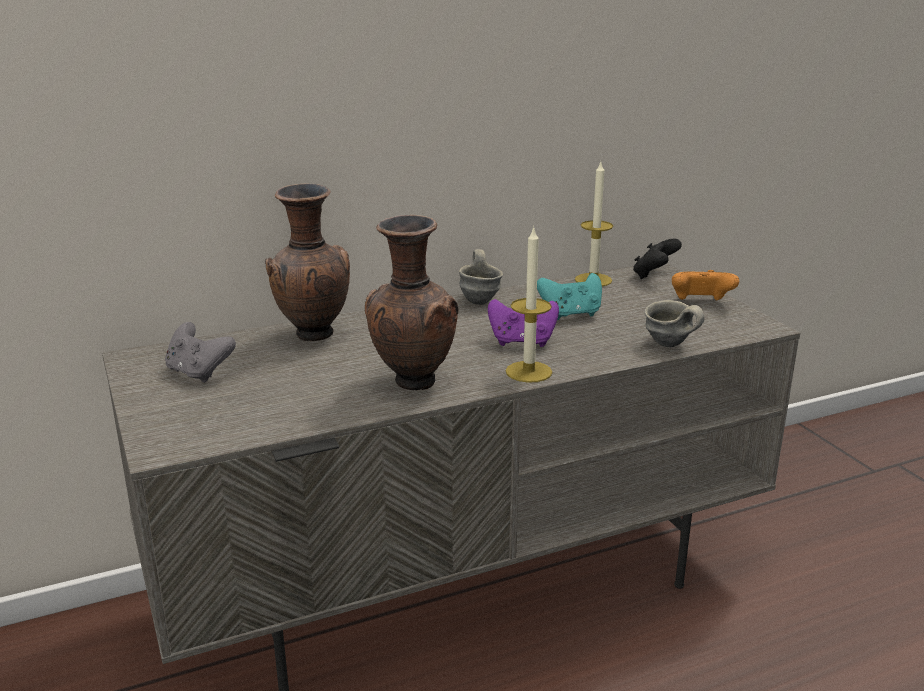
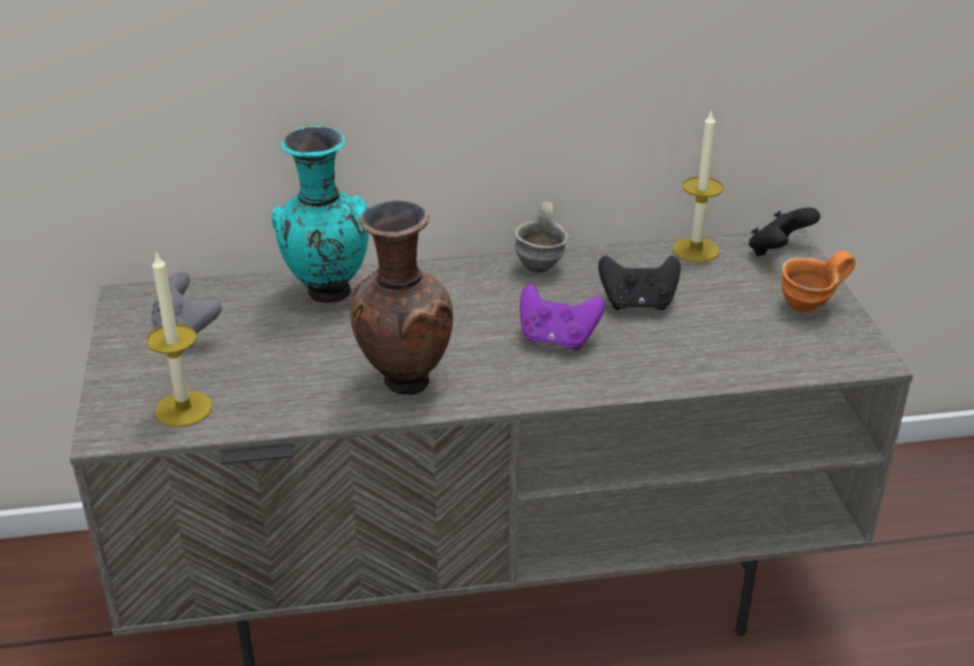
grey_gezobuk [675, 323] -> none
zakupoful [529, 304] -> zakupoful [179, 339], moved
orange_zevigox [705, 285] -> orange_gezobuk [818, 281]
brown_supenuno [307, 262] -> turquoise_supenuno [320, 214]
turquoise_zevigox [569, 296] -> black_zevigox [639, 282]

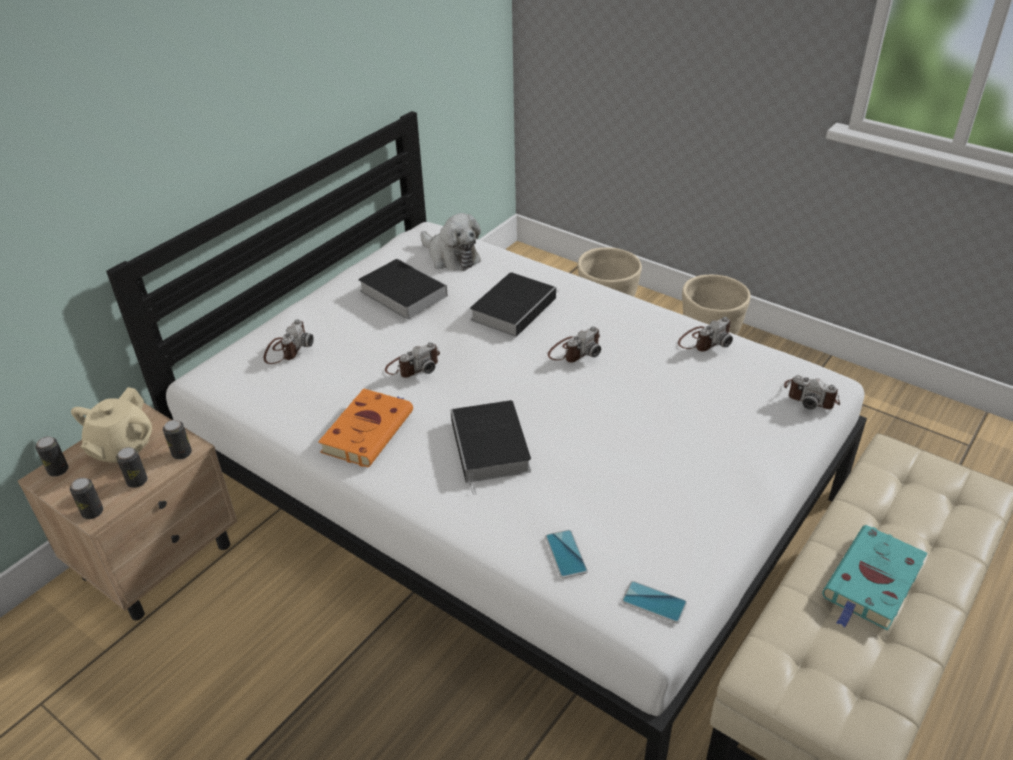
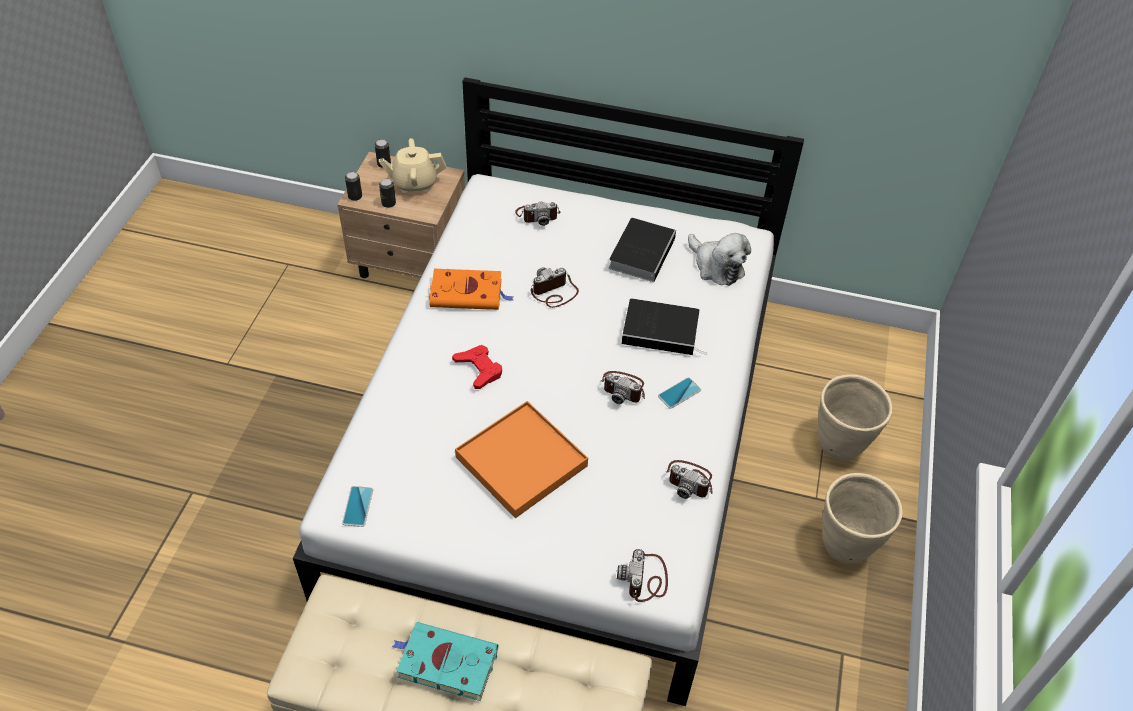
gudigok [177, 439] -> none
none -> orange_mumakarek [521, 459]
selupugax [566, 554] -> selupugax [679, 393], moved
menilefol [491, 447] -> red_zevigox [477, 367]
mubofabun [412, 360] -> mubofabun [555, 287], 120 degrees clockwise
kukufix [450, 242] -> kukufix [719, 259], 60 degrees counterclockwise

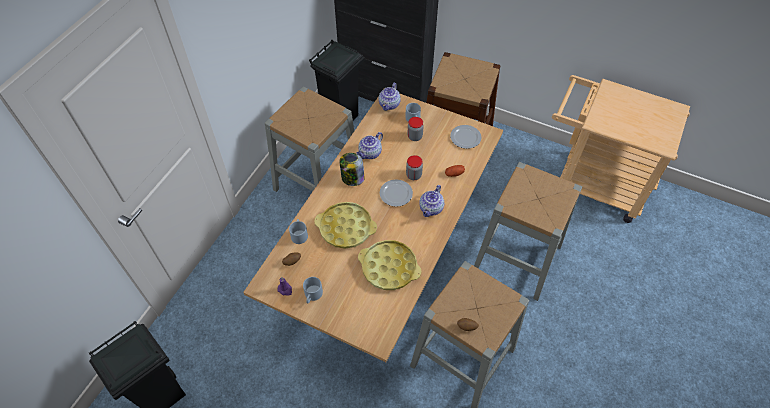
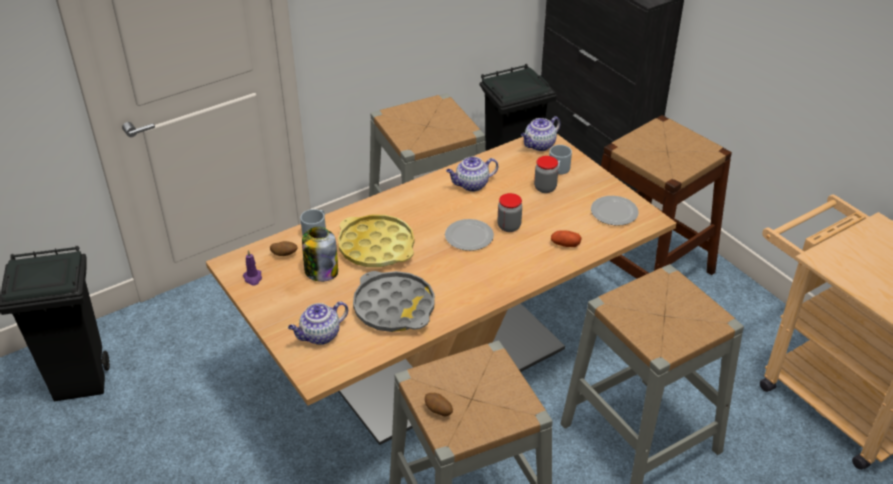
grey_gezobuk [313, 290] -> none
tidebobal [352, 169] -> tidebobal [320, 254], moved
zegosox [431, 201] -> zegosox [318, 323], moved
yellow_mumakarek [390, 265] -> grey_mumakarek [394, 301]

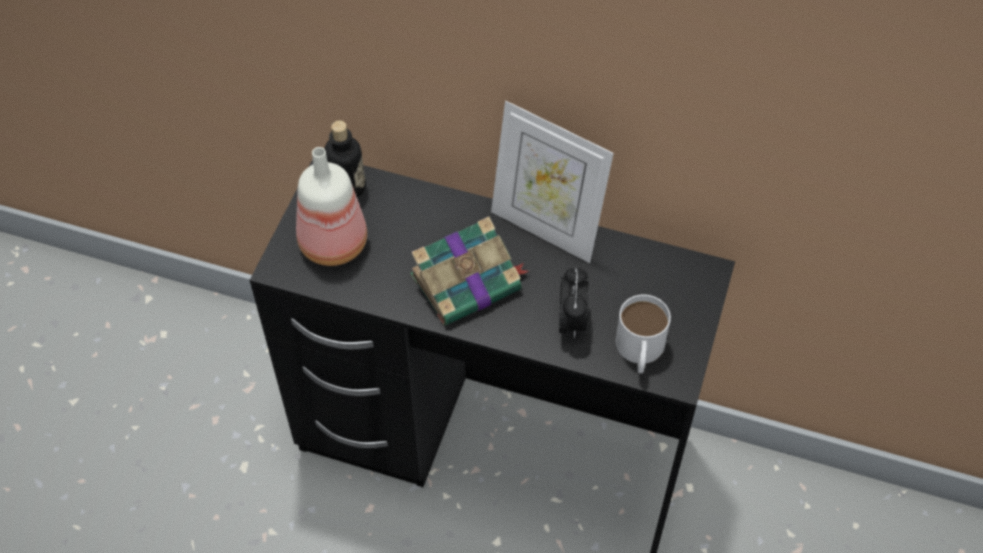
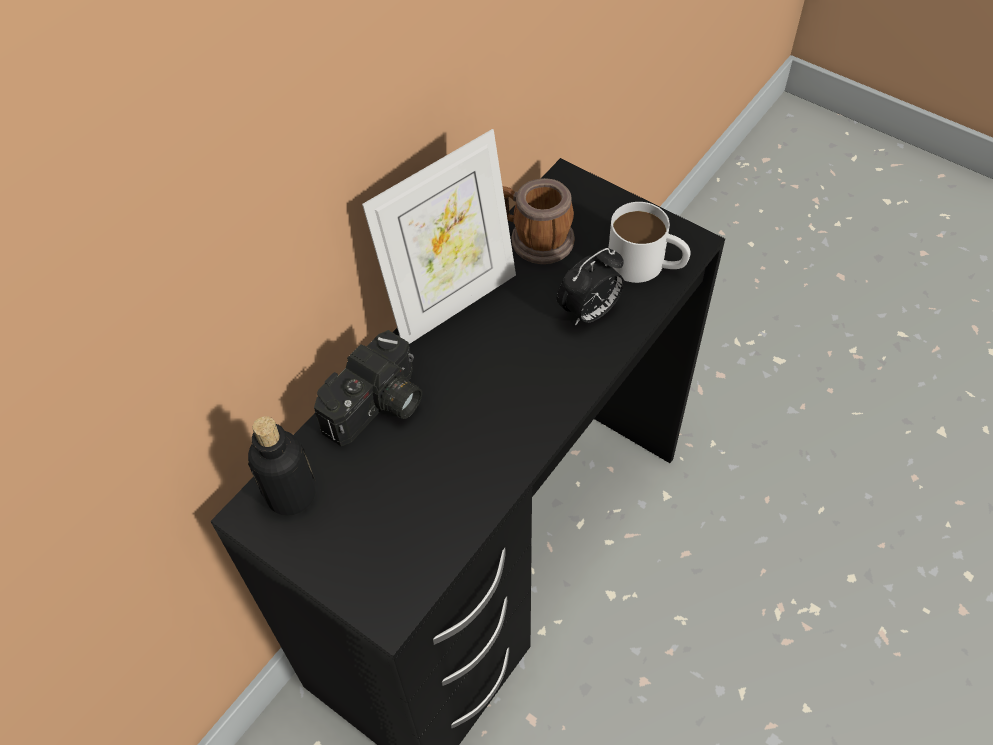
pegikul [331, 206] -> none
menilefol [469, 270] -> none
none -> mubofabun [368, 388]
none -> gezobuk [538, 221]
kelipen [574, 303] -> kelipen [590, 287], 120 degrees clockwise

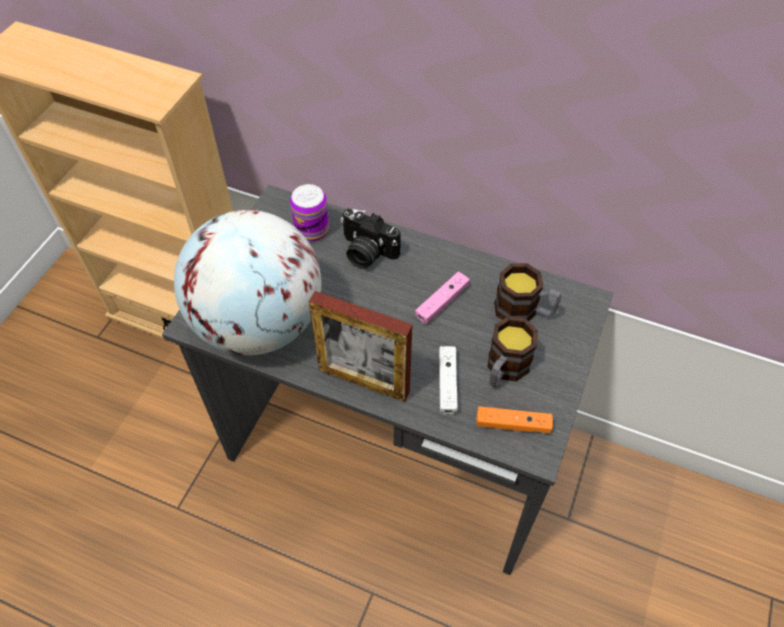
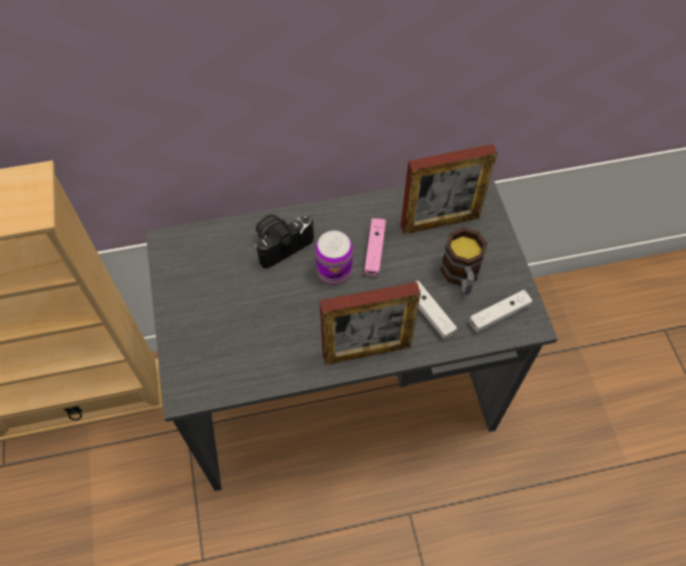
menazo [248, 282] -> none
gudigok [309, 213] -> gudigok [334, 258], moved
gezobuk [527, 292] -> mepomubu [449, 189]
orange_zevigox [514, 419] -> white_zevigox [500, 311]
mubofabun [371, 238] -> mubofabun [284, 241], 150 degrees clockwise

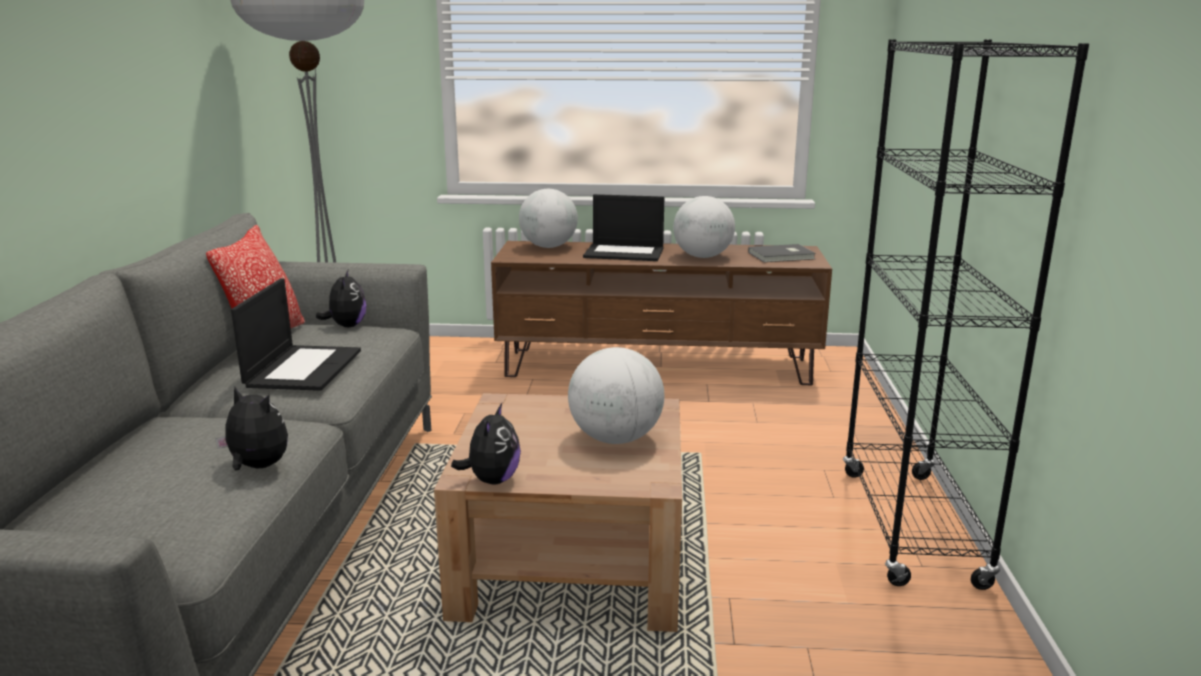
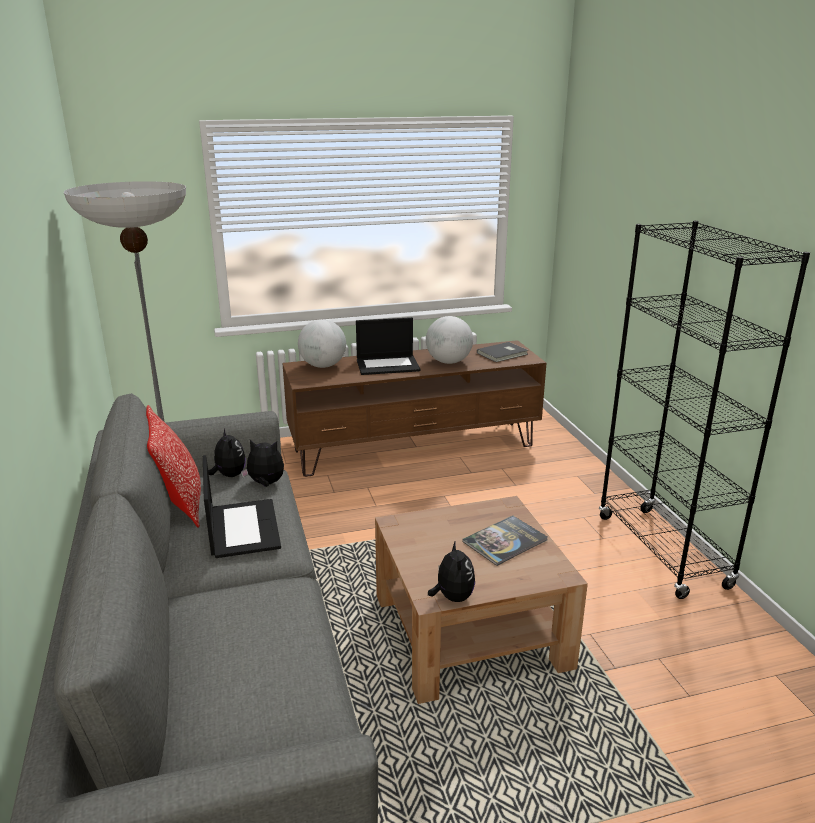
kukufix [251, 429] -> kukufix [262, 463], moved
menazo [616, 395] -> menilefol [505, 540]

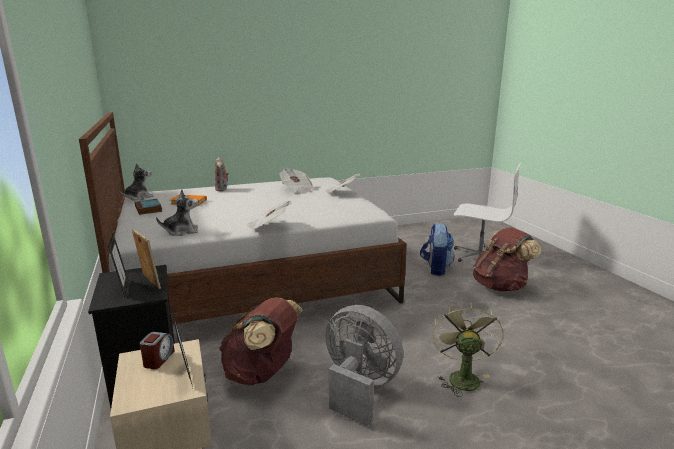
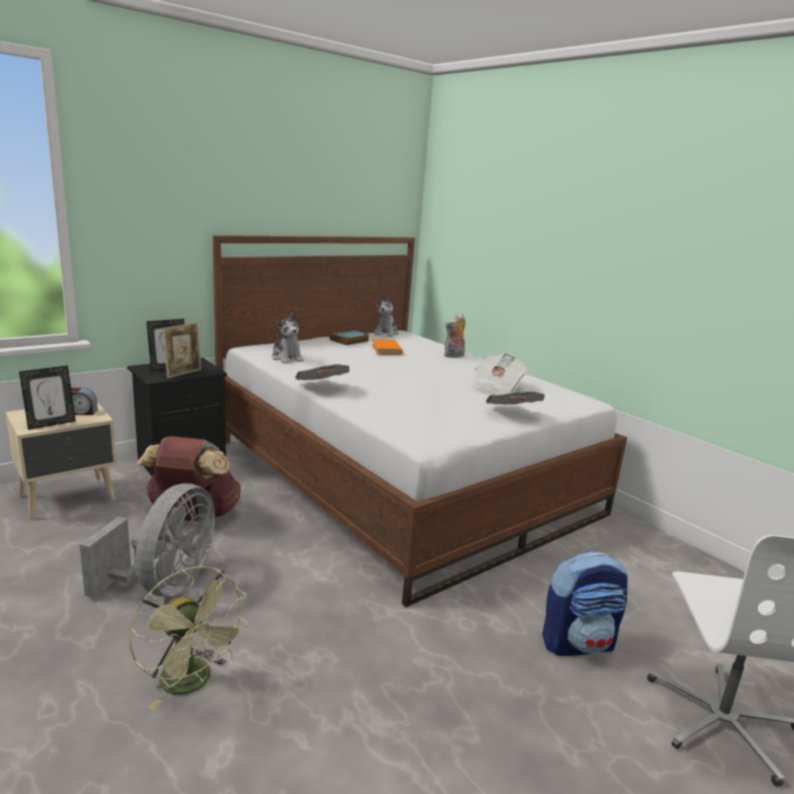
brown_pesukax [507, 259] -> none
kukufix [136, 182] -> kukufix [386, 316], 75 degrees clockwise
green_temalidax [467, 349] -> green_temalidax [189, 638], 60 degrees clockwise

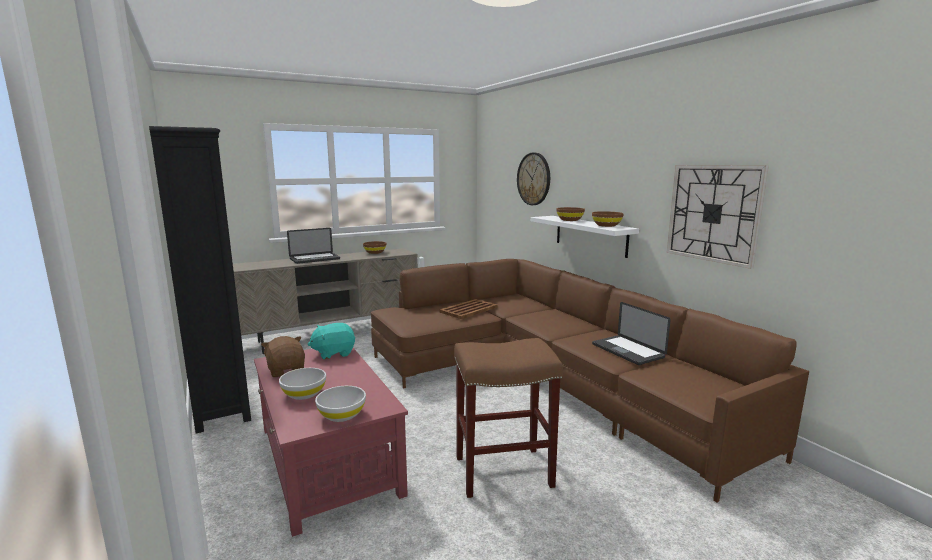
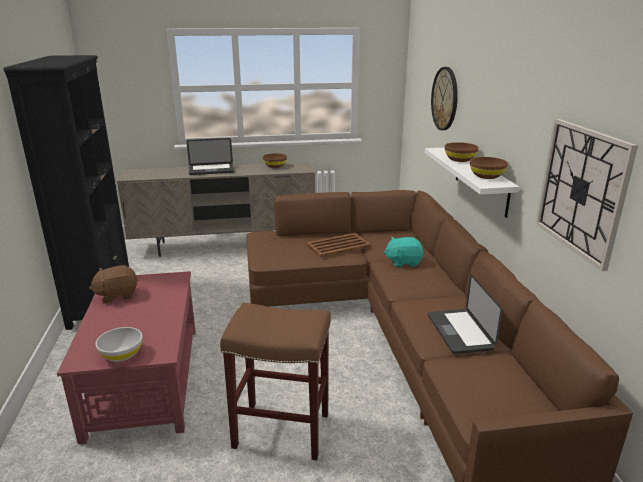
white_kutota [302, 384] -> none
turquoise_kukufix [331, 341] -> turquoise_kukufix [403, 252], moved
brown_kukufix [283, 356] -> brown_kukufix [113, 284], 105 degrees counterclockwise

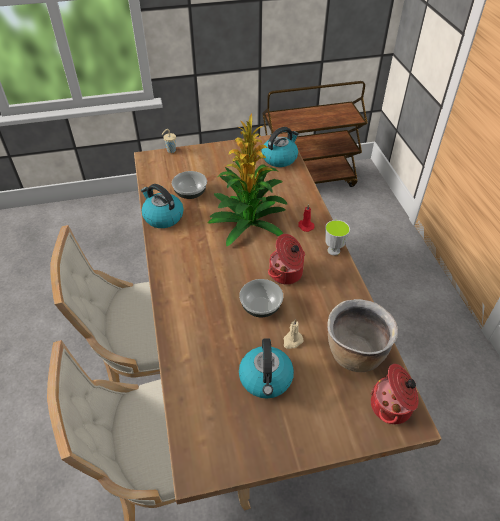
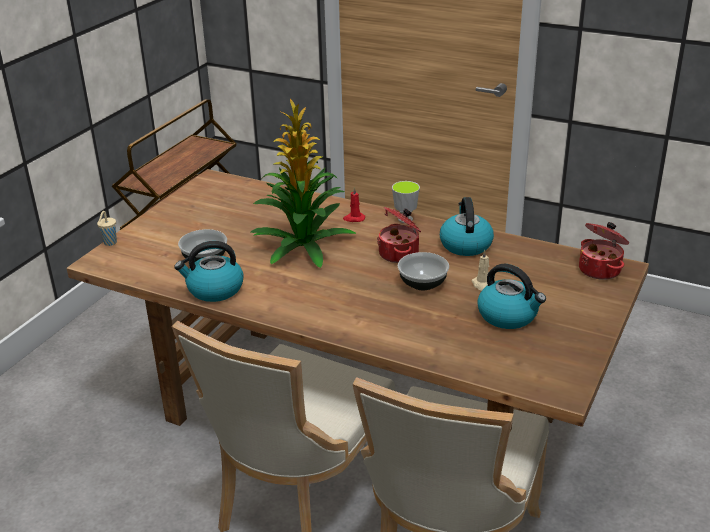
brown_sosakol [362, 335] -> none
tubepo [280, 147] -> tubepo [467, 226], moved

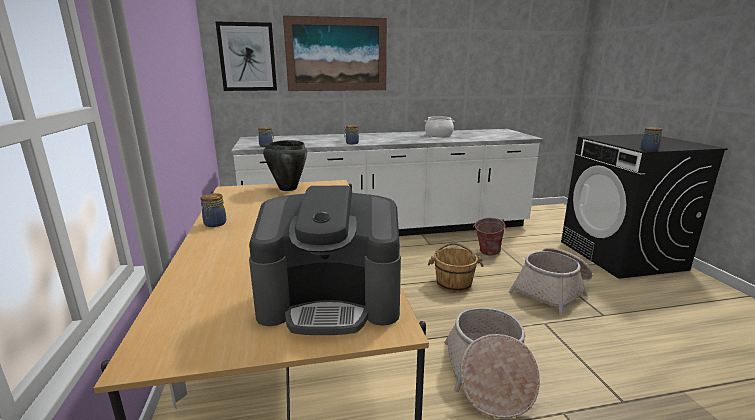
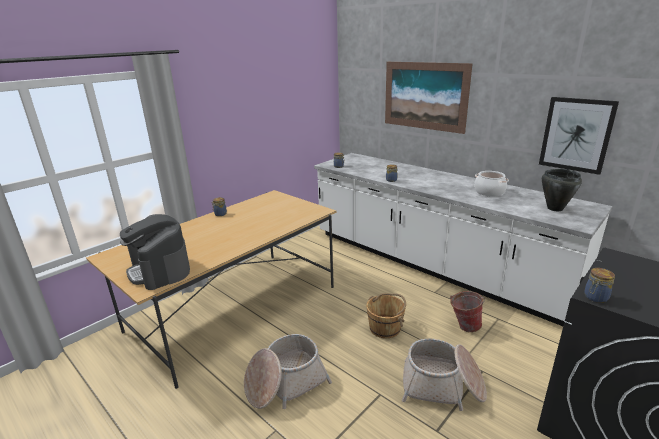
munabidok [246, 56] -> munabidok [579, 136], moved
black_sosakol [285, 165] -> black_sosakol [562, 190], moved

